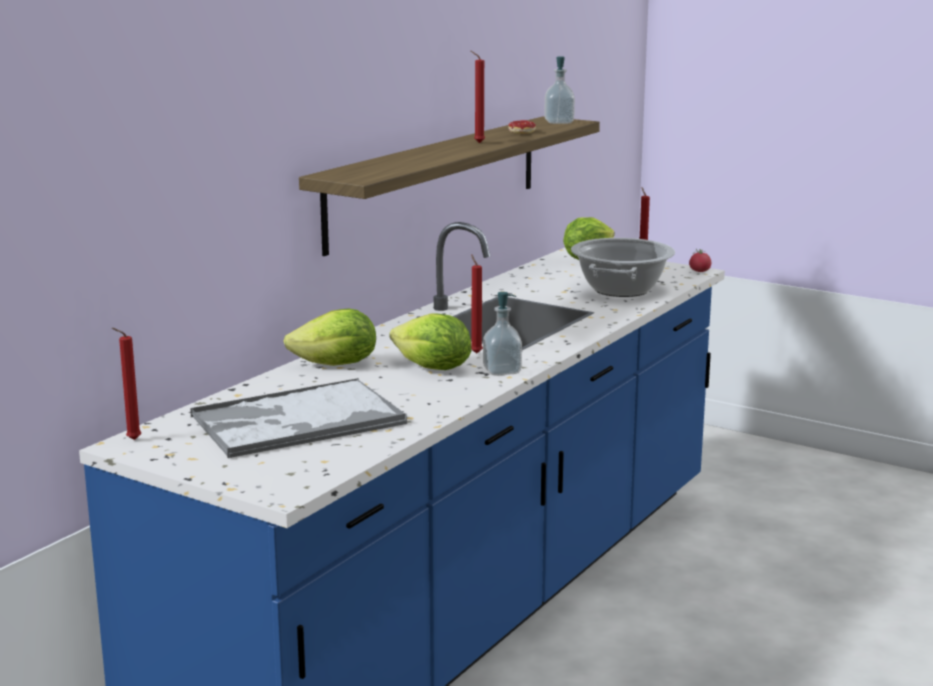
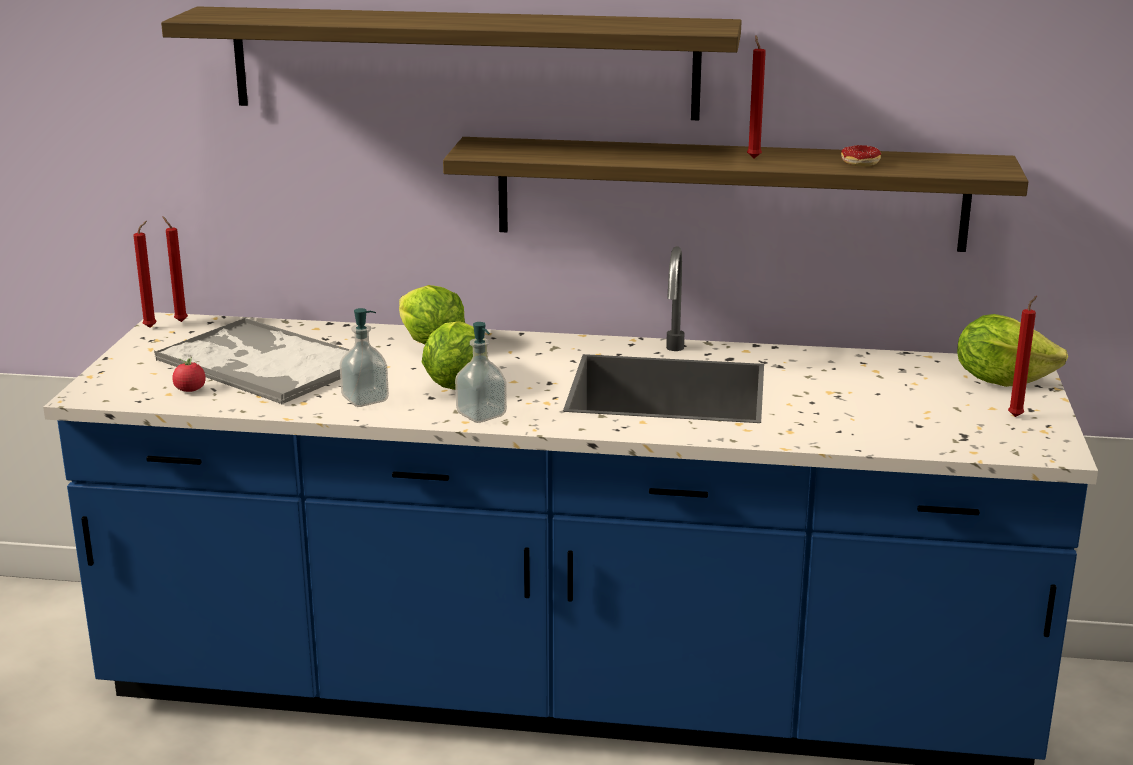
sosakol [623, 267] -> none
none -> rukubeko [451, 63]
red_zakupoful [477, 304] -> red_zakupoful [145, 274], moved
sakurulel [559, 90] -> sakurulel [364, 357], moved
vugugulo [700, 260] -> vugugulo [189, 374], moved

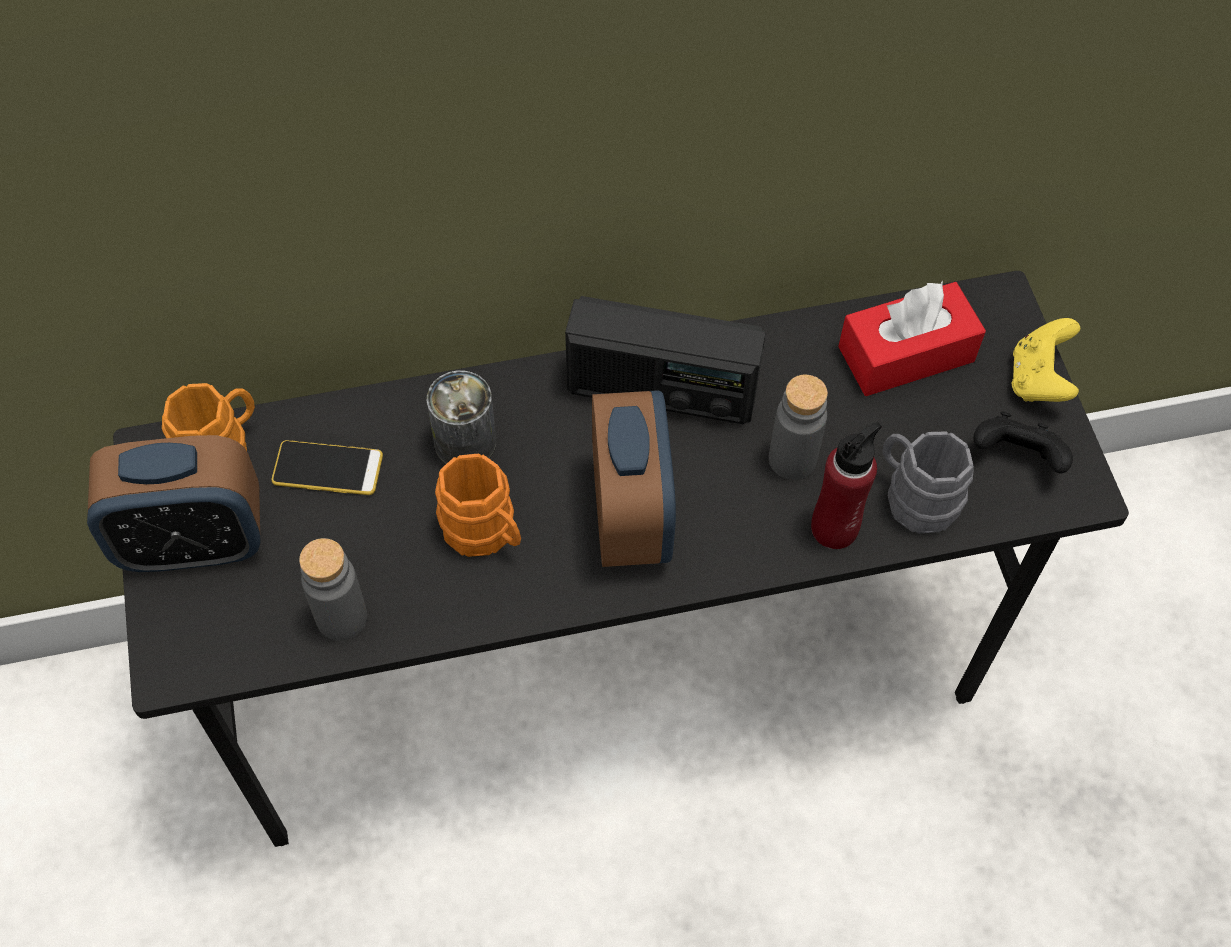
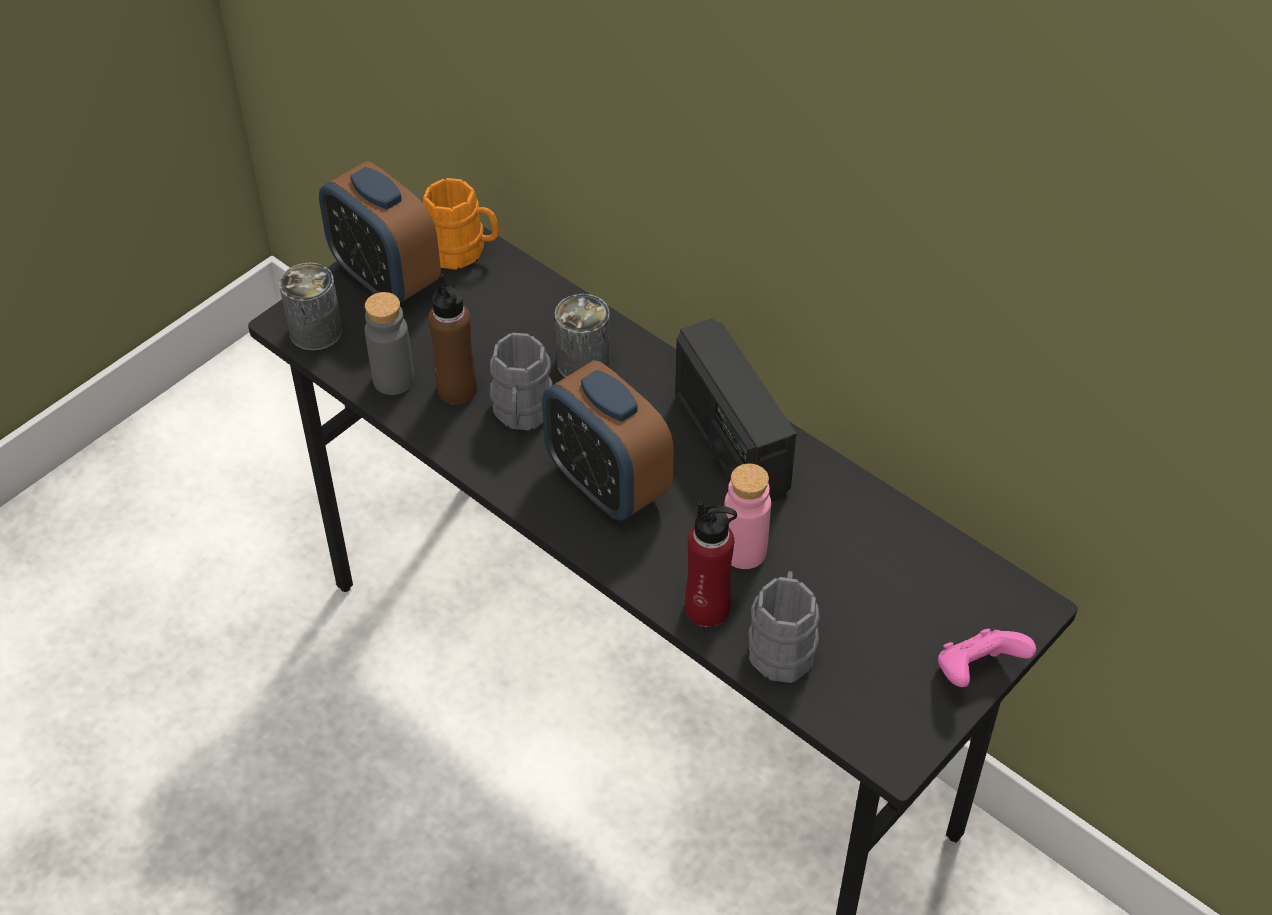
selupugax [327, 467] -> none
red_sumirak [912, 338] -> none
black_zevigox [1023, 442] -> none
none -> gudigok [310, 307]
none -> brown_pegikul [452, 339]
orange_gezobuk [478, 505] -> grey_gezobuk [521, 382]
grey_pegikul [798, 427] -> pink_pegikul [747, 516]
yellow_zevigox [1045, 360] -> pink_zevigox [987, 658]
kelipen [634, 478] -> kelipen [608, 440], 90 degrees clockwise

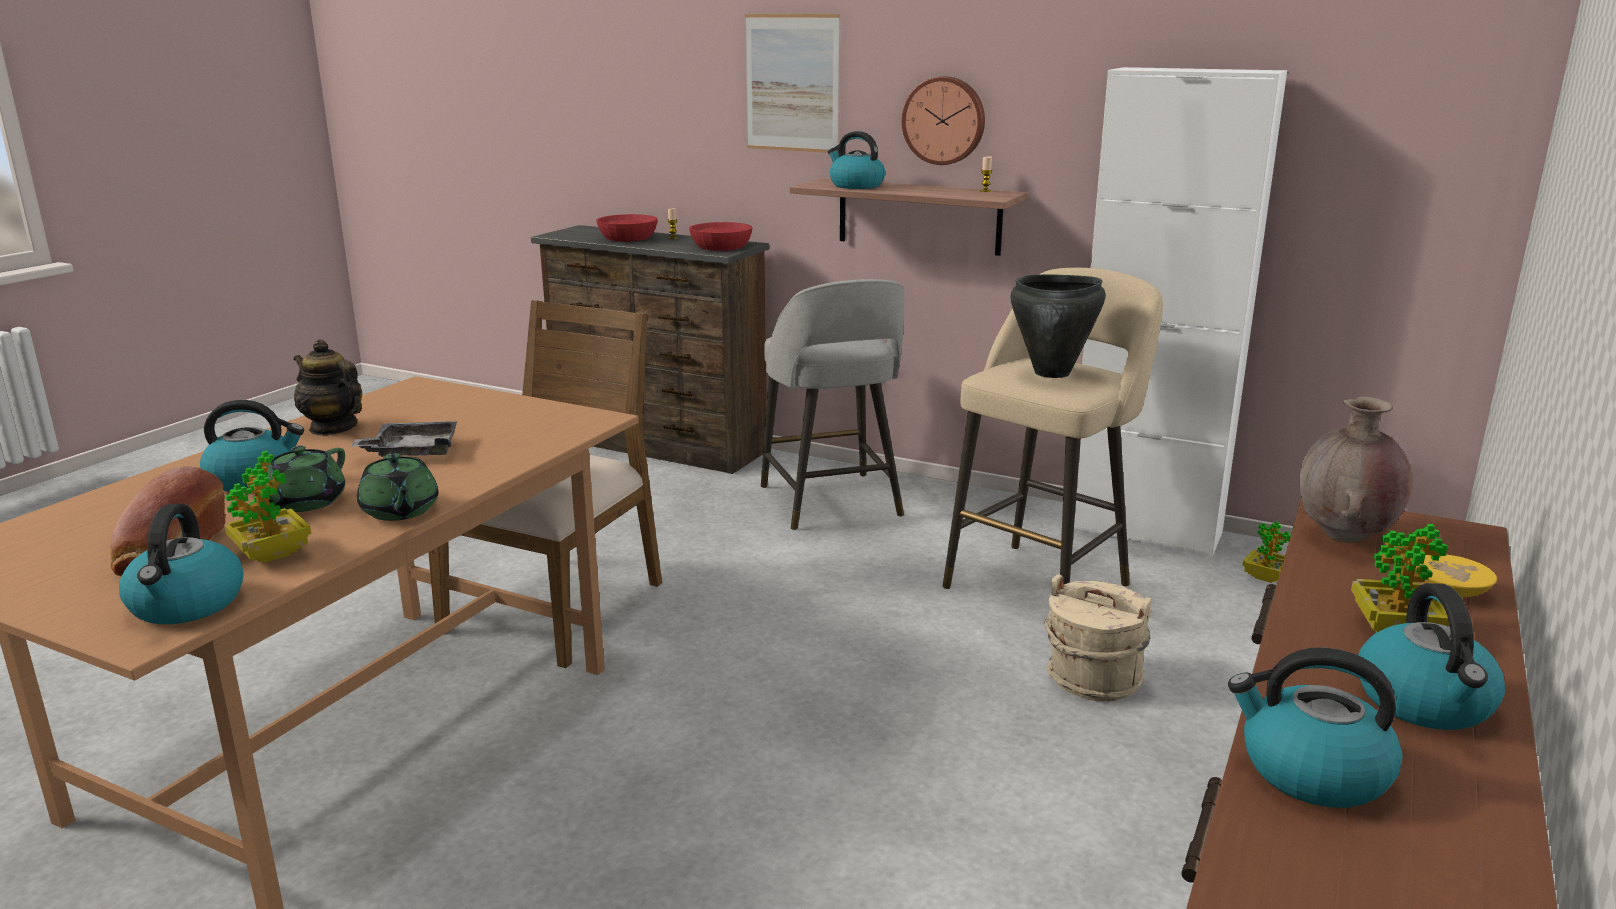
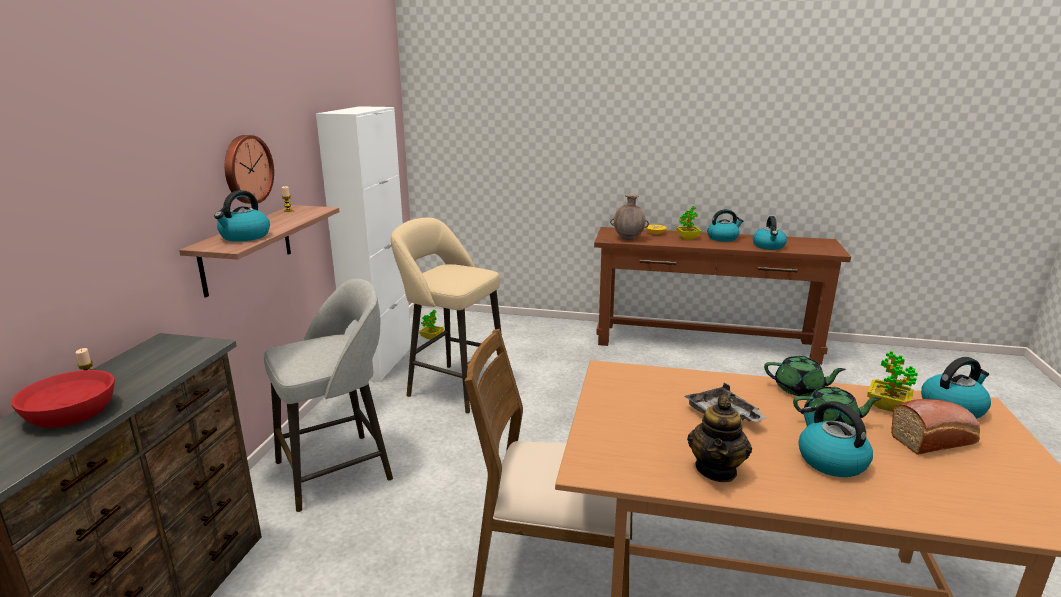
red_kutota [721, 236] -> none
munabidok [792, 83] -> none
black_sosakol [1057, 326] -> none
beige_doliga [1098, 638] -> none
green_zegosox [398, 487] -> green_zegosox [805, 375], 60 degrees clockwise

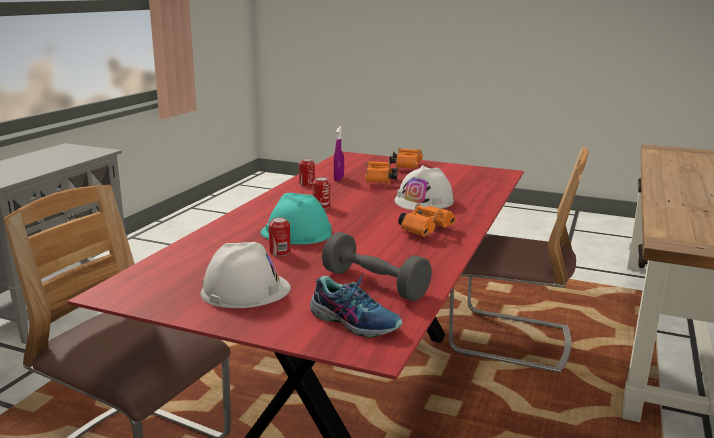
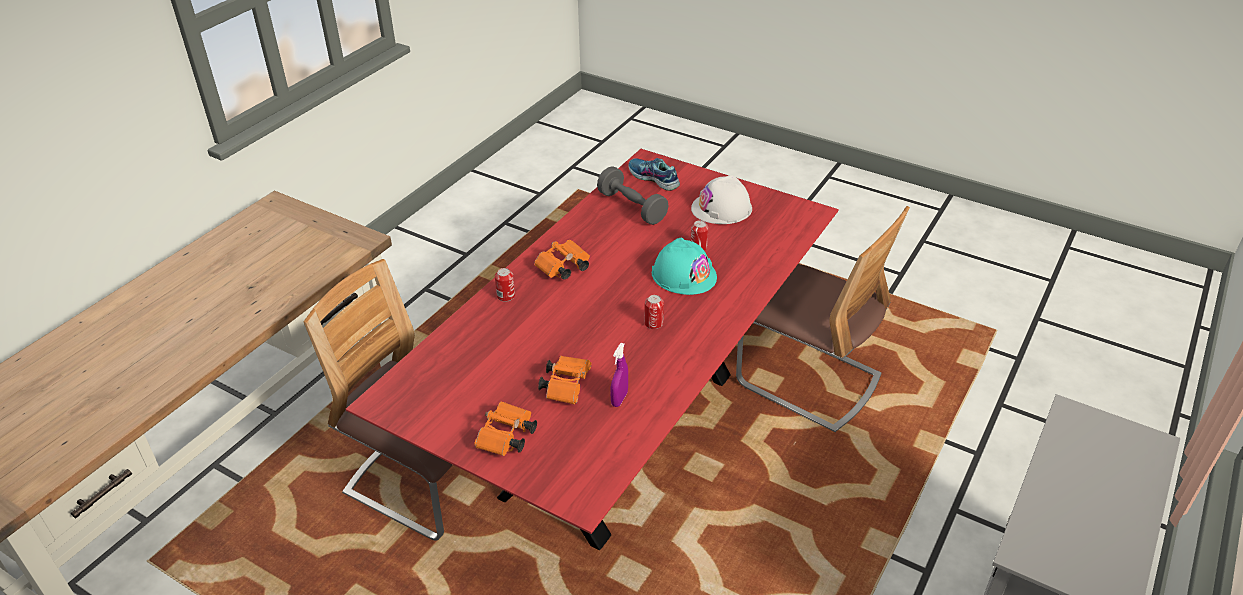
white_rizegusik [424, 187] -> none
gudigok [307, 172] -> gudigok [505, 285], moved

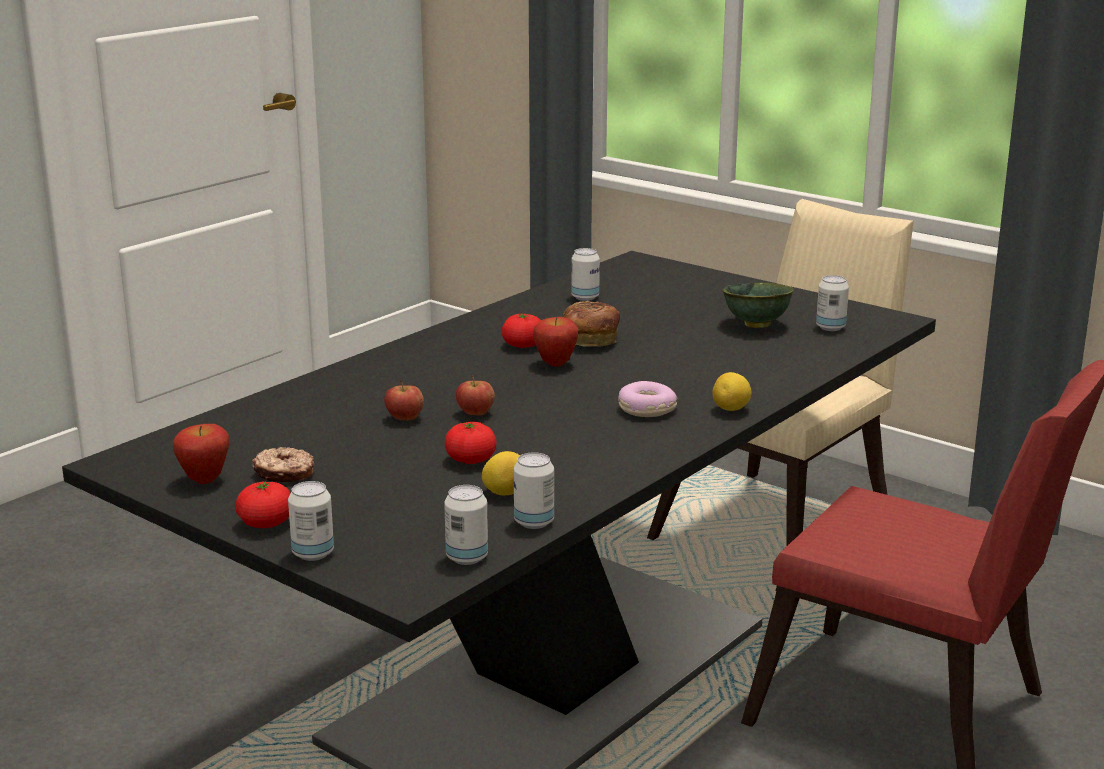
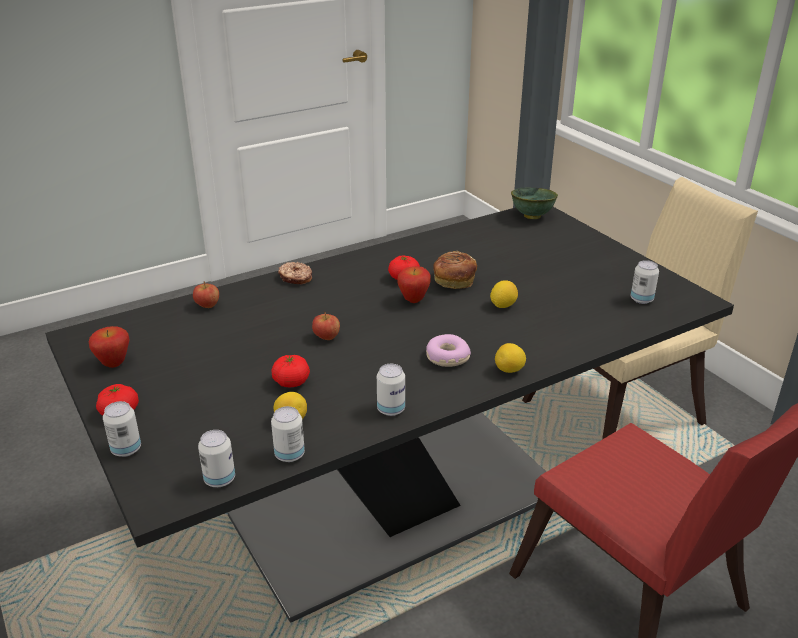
none -> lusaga [504, 294]
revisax [283, 464] -> revisax [295, 273], moved
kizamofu [404, 400] -> kizamofu [206, 294], moved
gudigok [585, 274] -> gudigok [391, 390], moved
green_kutota [758, 305] -> green_kutota [534, 203], moved

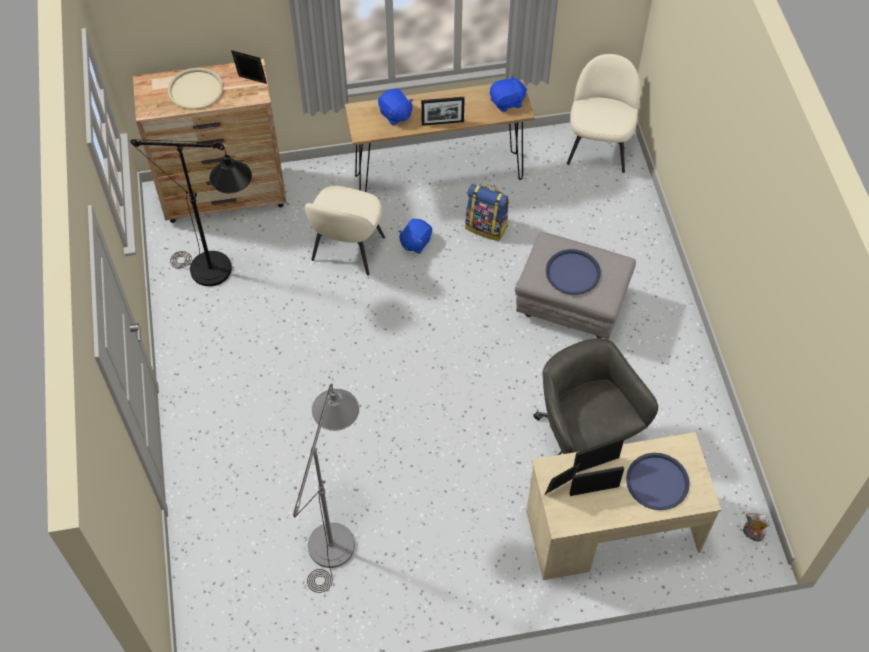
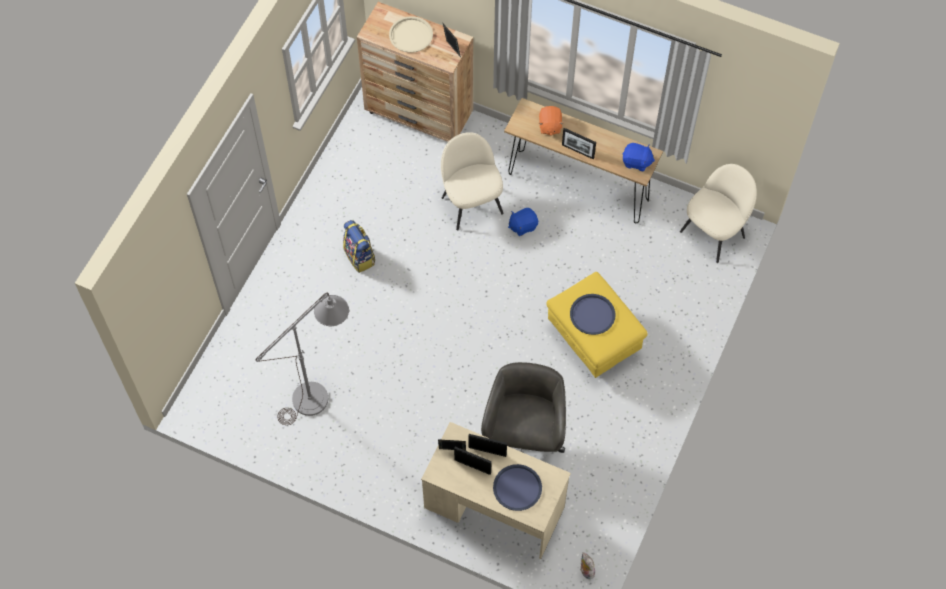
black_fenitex [191, 212] -> none
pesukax [487, 212] -> pesukax [359, 246], moved
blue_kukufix [395, 107] -> orange_kukufix [551, 121]
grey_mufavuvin [575, 286] -> yellow_mufavuvin [596, 325]
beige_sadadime [345, 230] -> beige_sadadime [472, 181], 105 degrees clockwise

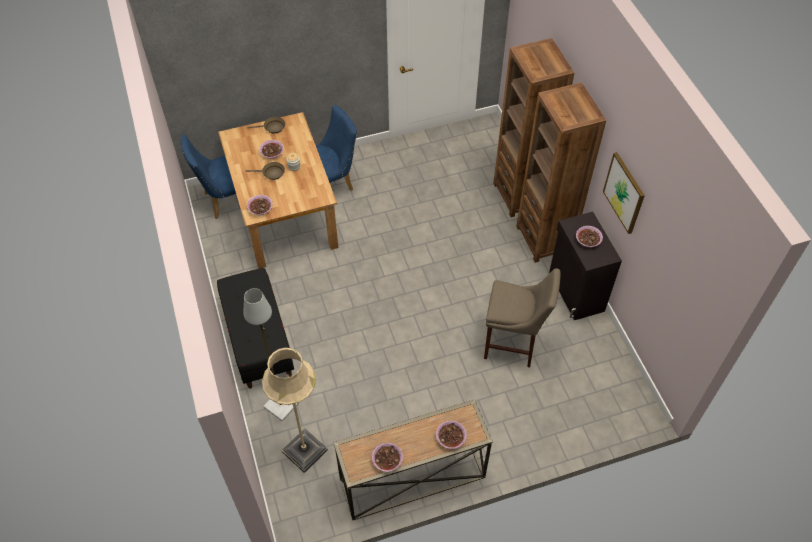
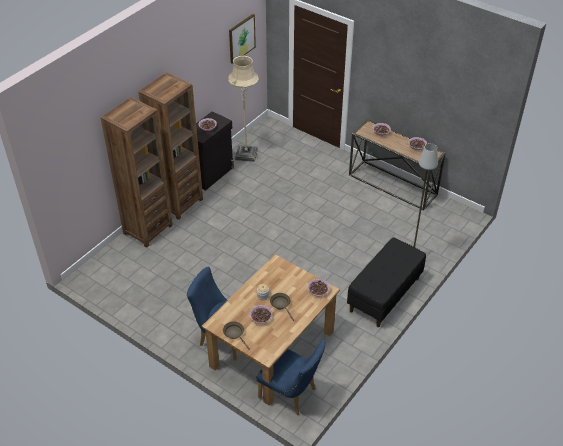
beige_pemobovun [522, 317] -> none
beige_fenitex [295, 410] -> beige_fenitex [243, 108], moved
munabidok [624, 193] -> munabidok [242, 39], moved

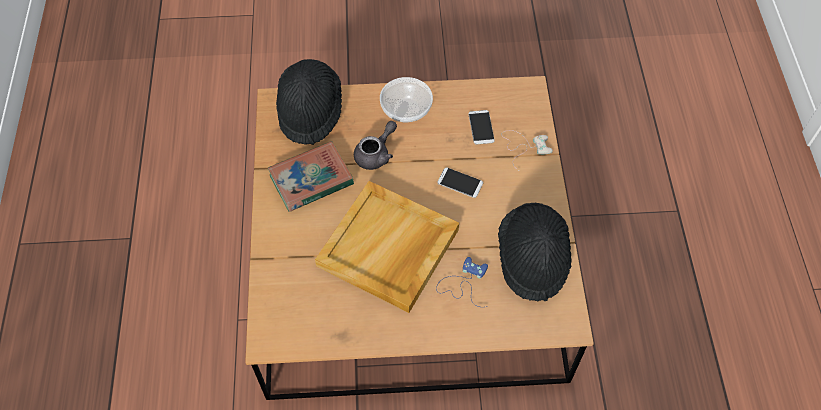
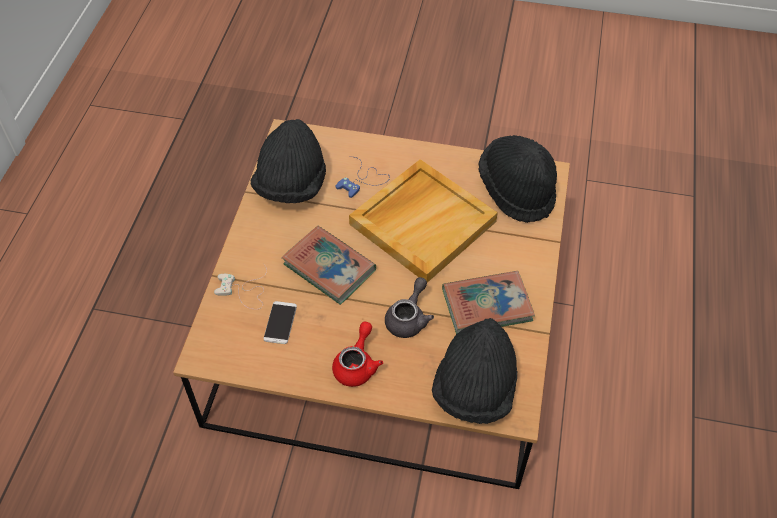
none -> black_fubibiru [517, 179]
kutota [406, 99] -> red_zegosox [357, 354]
selupugax [460, 183] -> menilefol [329, 265]
grey_zegosox [375, 145] -> grey_zegosox [409, 307], 150 degrees clockwise

